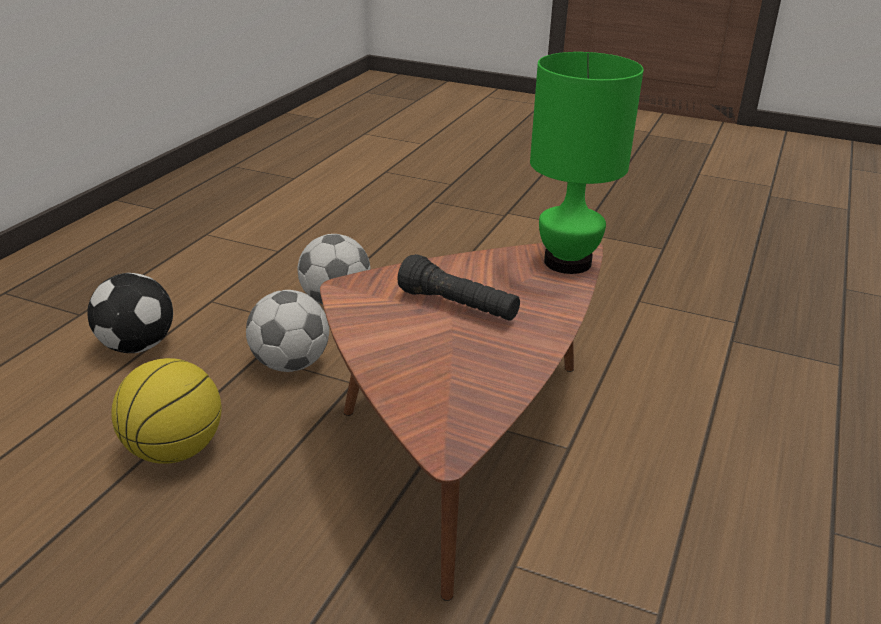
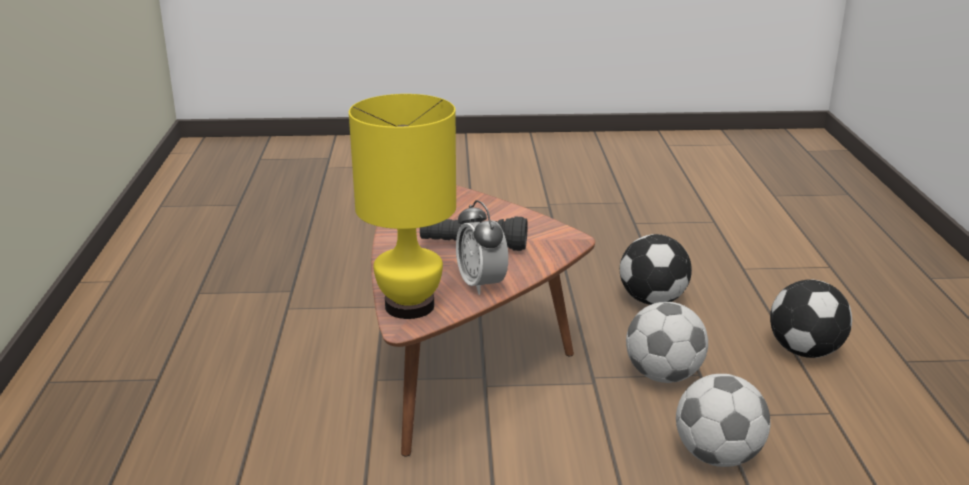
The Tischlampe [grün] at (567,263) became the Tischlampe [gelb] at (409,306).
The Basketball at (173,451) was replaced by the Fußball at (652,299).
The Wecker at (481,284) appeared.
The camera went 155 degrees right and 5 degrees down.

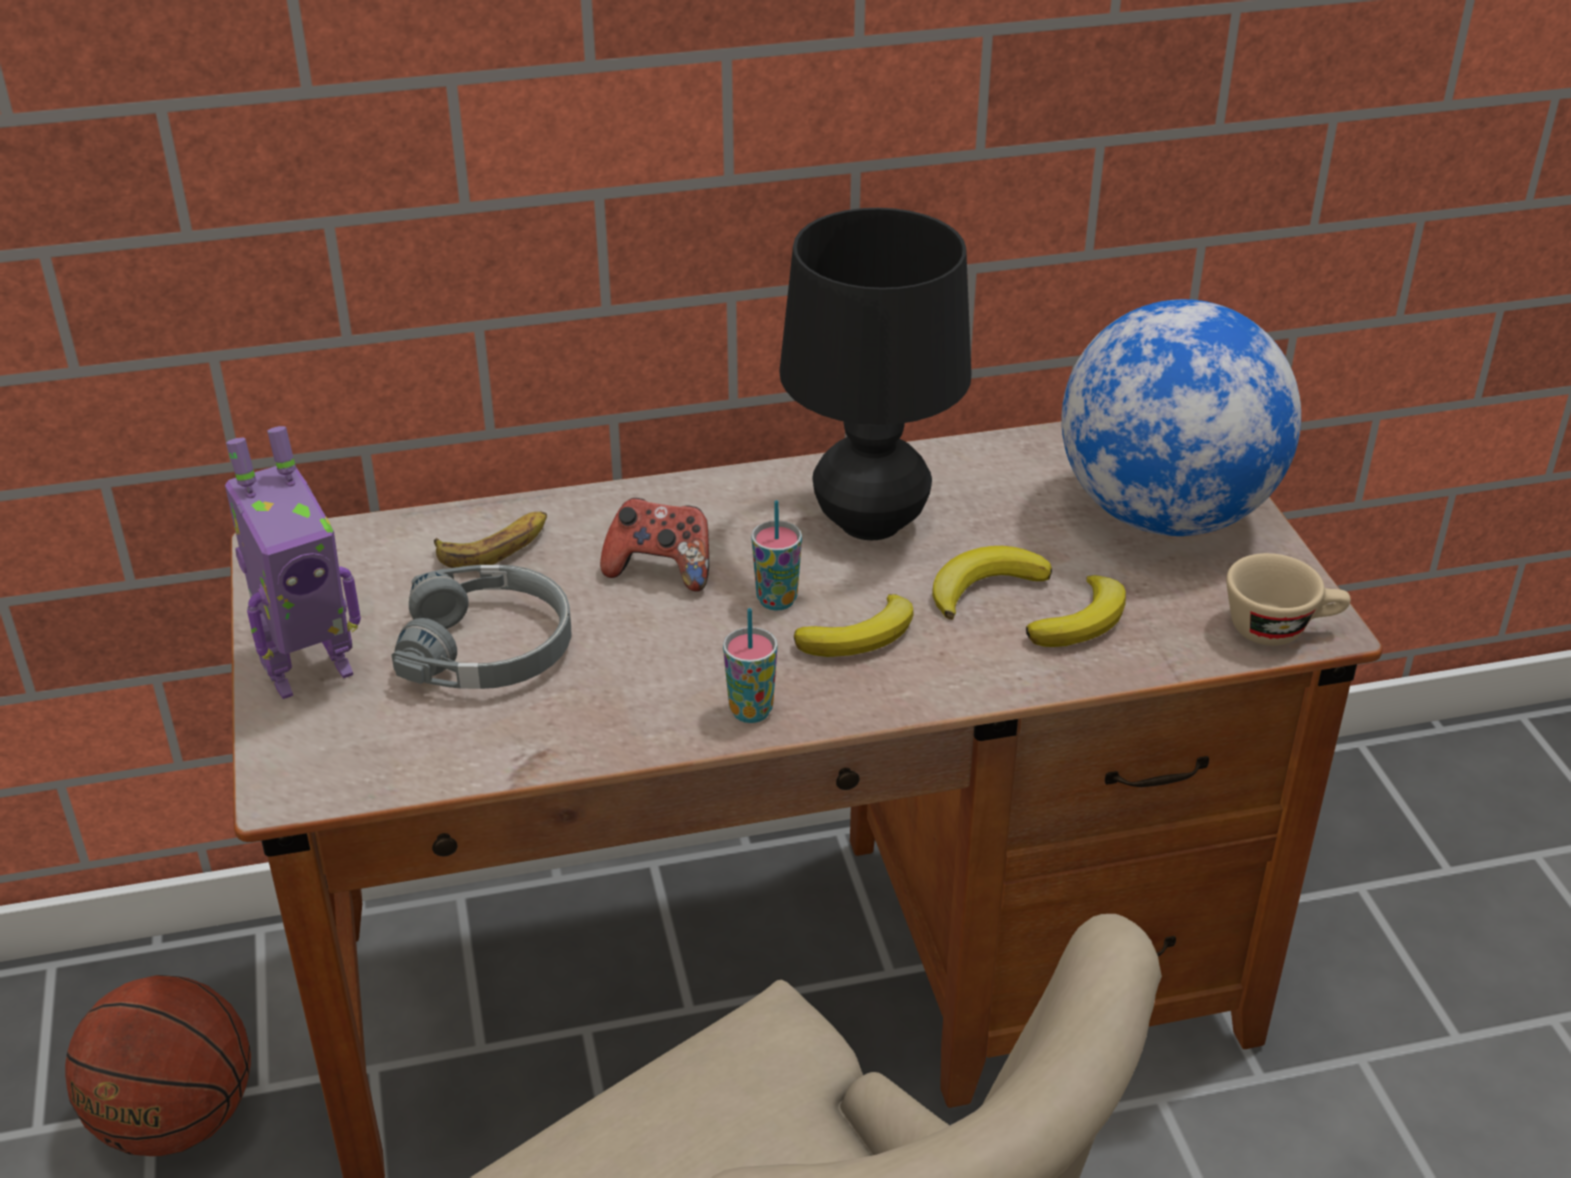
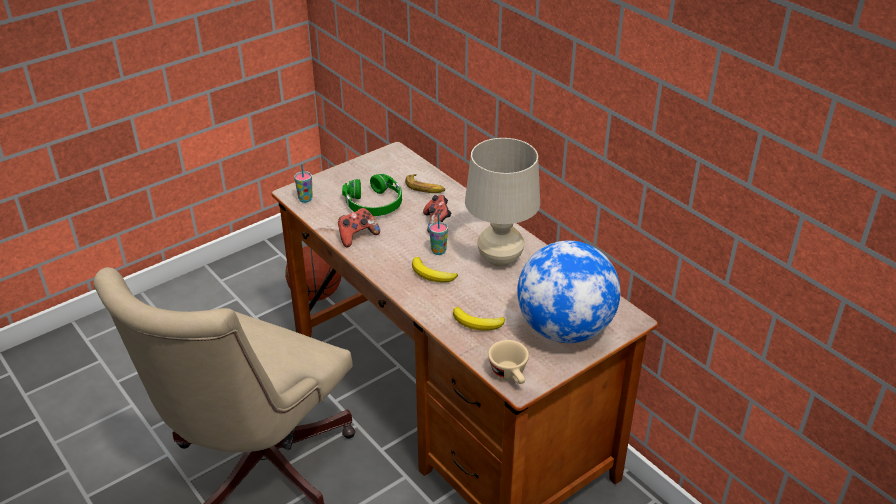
The Tischlampe [schwarz] at (870,522) became the Tischlampe [beige] at (500,258).
The Spielzeugroboter at (308,670) disappeared.
The Banane at (984,587) disappeared.
The Kopfhörer [grau] at (489,647) became the Kopfhörer [grün] at (374,204).
The Tasse moved from (751,711) to (305,199).
The Gamepad at (357,236) appeared.
The camera went 65 degrees right and 0 degrees up.

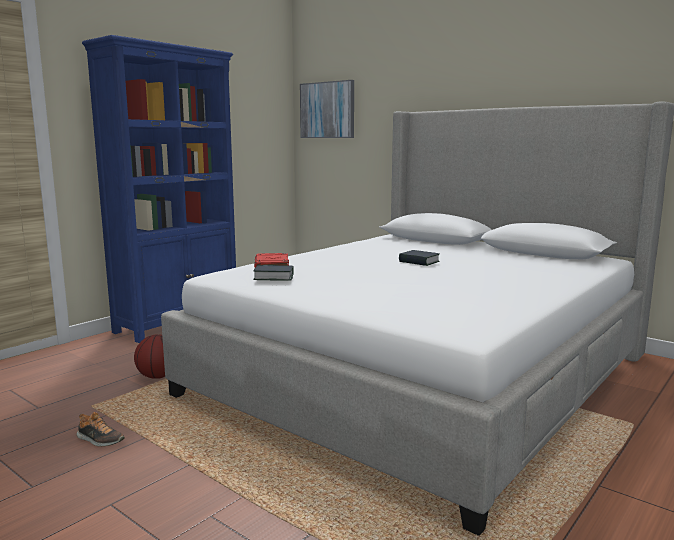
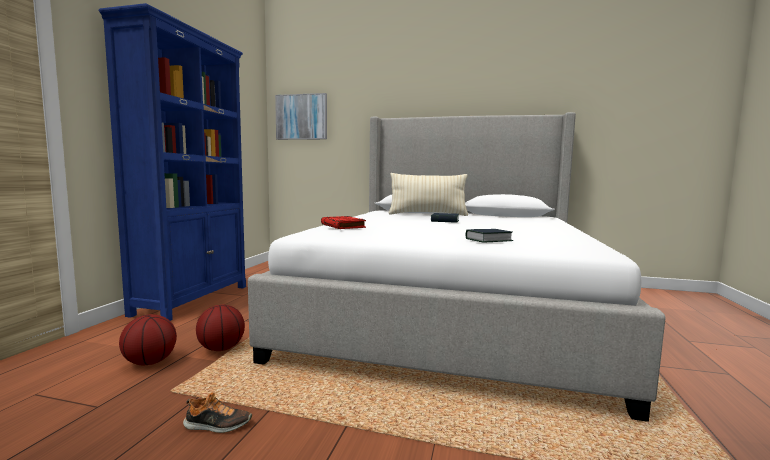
The Buch moved from (273,277) to (488,240).
The Kissen [beige] at (427,214) appeared.
The Basketball at (150,362) appeared.
The camera went 25 degrees left and 5 degrees down.

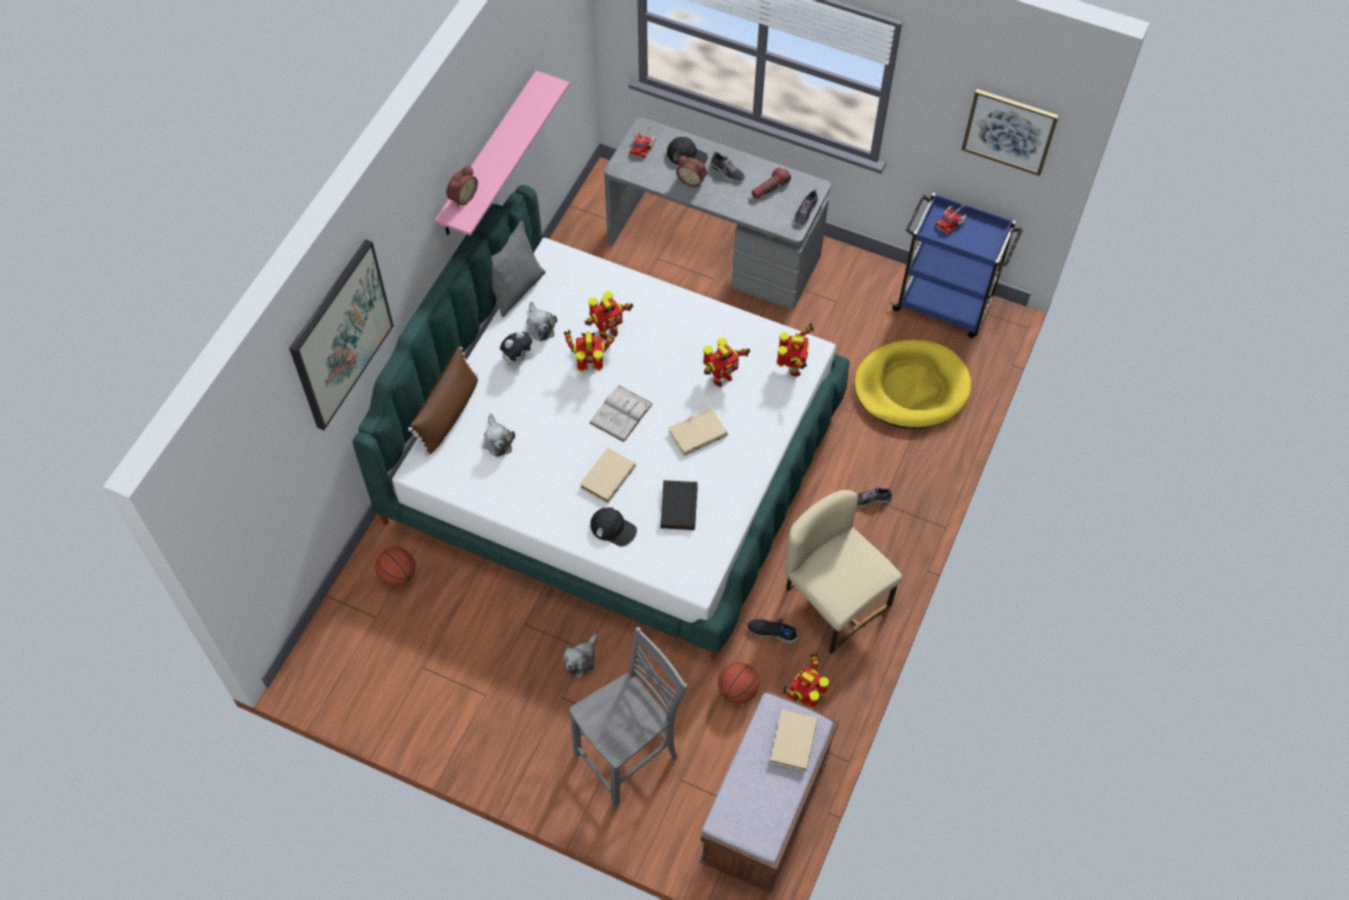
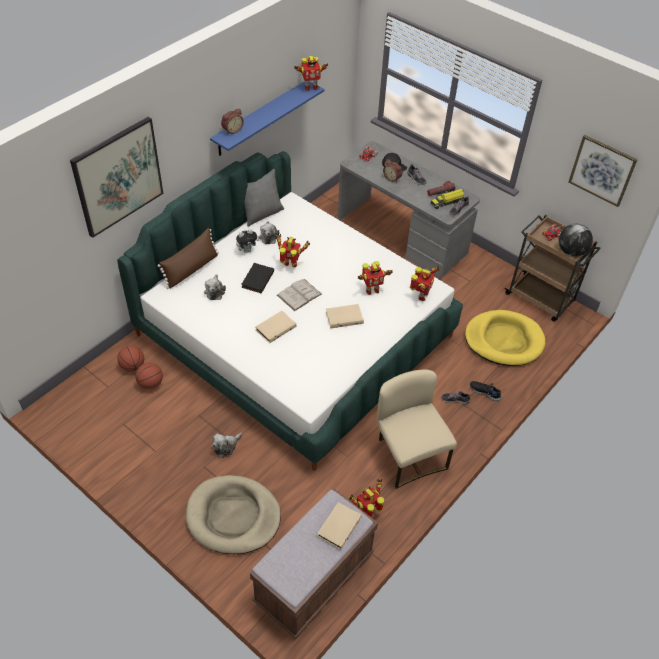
The Wandregal [rosa] at (488,156) became the Wandregal [blau] at (260,118).
The Rollwagen [blau] at (945,305) became the Rollwagen [braun] at (541,299).
The Spielzeugroboter moved from (607,332) to (310,88).
The Buch [schwarz] moved from (677,506) to (257,279).
The Kappe [schwarz] at (613,528) disappeared.
The Schuh [schwarz] moved from (772,632) to (485,392).
The Stuhl [grau] at (629,757) was replaced by the Hundebett [beige] at (233,516).
The Basketball moved from (737,690) to (150,384).
The Spielzeuglaster at (447,202) appeared.
The Globus at (571,252) appeared.
The camera went 15 degrees right and 10 degrees down.

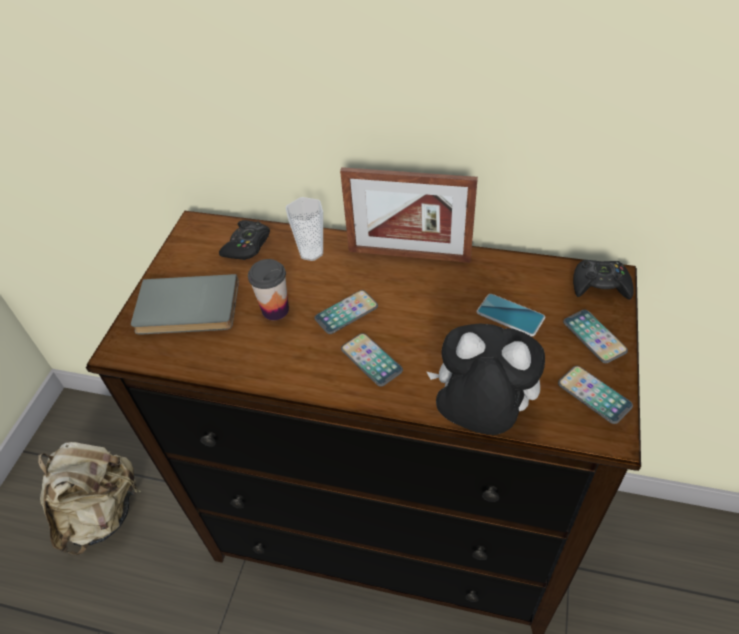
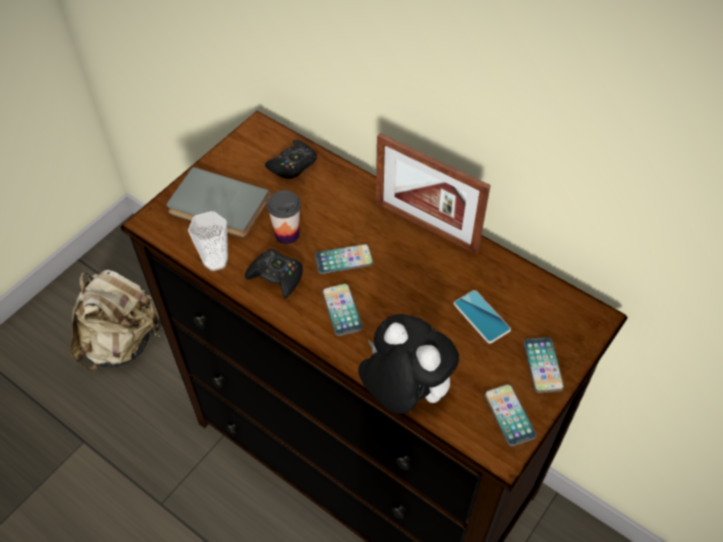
The Tasse moved from (311,252) to (216,261).
The Gamepad [schwarz] moved from (600,285) to (276,276).
The camera went 20 degrees right and 5 degrees up.

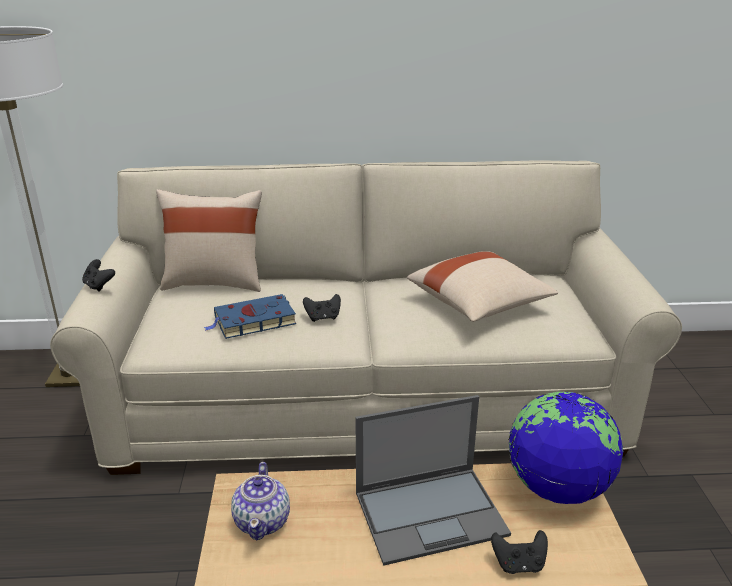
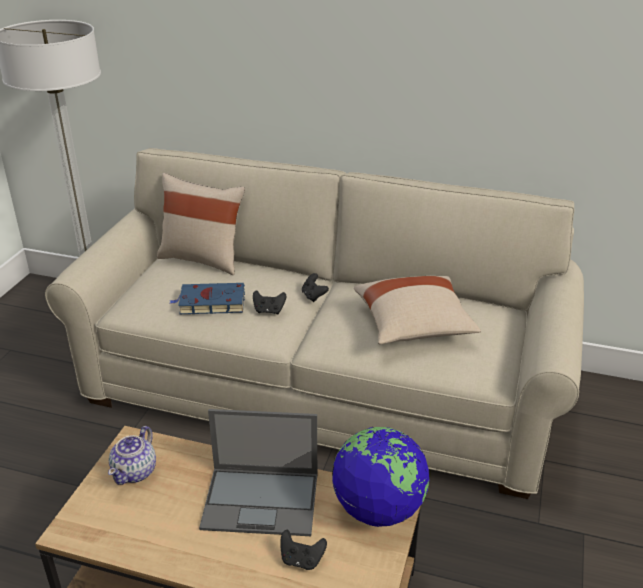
The Gamepad [schwarz] moved from (99,286) to (313,296).
The camera went 20 degrees right and 5 degrees up.

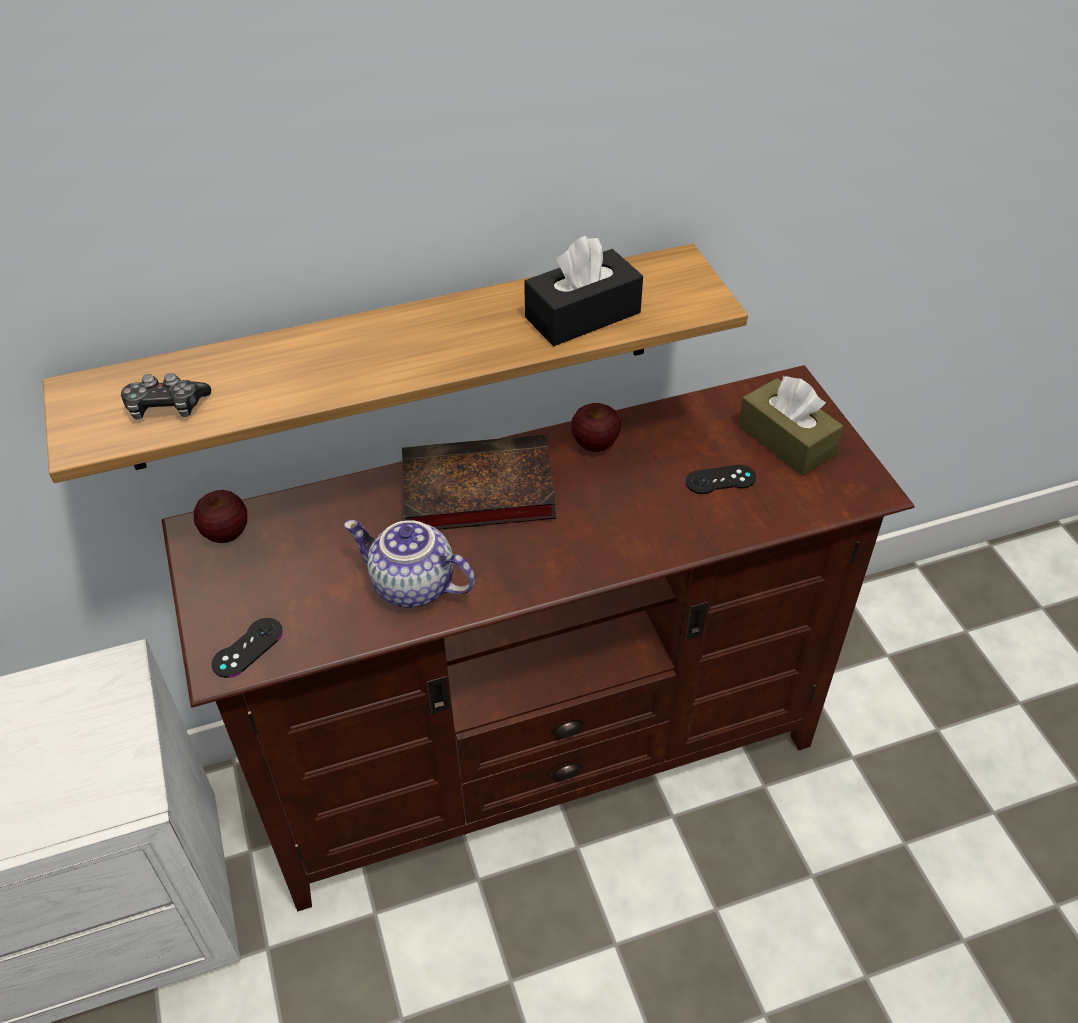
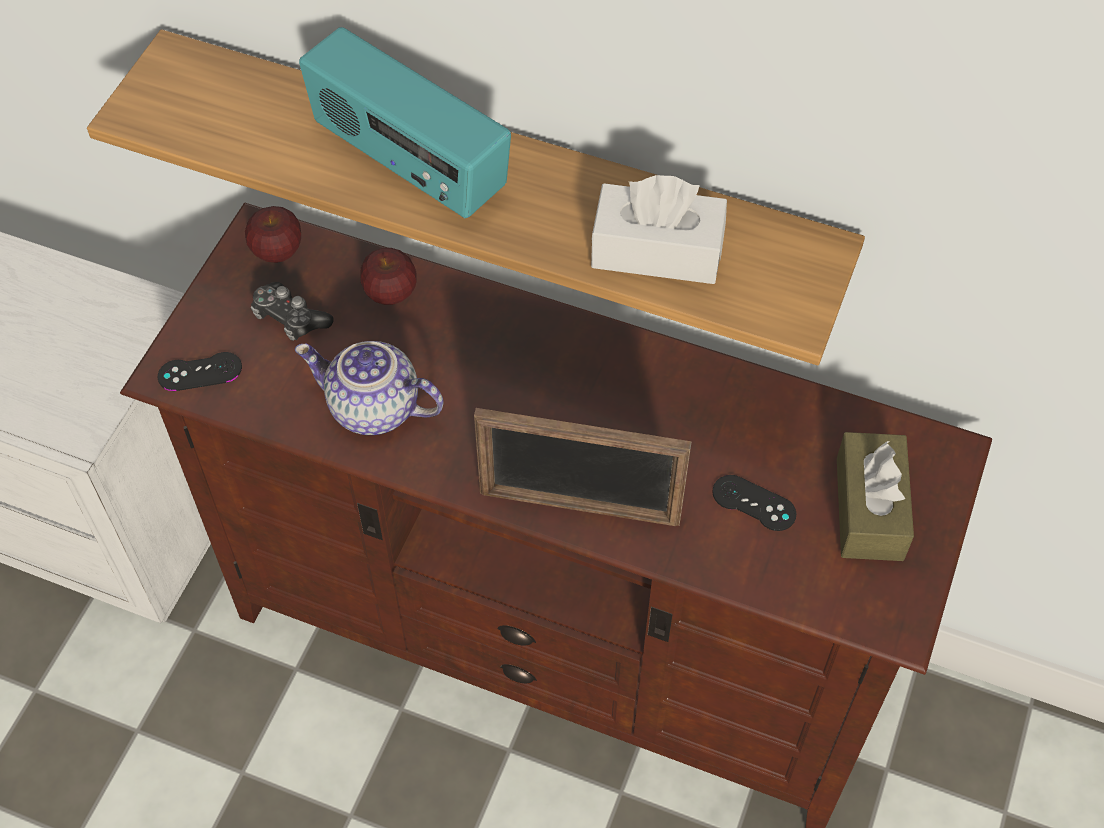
The Taschentuchbox [schwarz] at (582,315) became the Taschentuchbox [weiß] at (657,251).
The Gamepad moved from (166,407) to (290,318).
The Apfel moved from (595,444) to (390,293).
The Buch at (474,492) disappeared.
The Teekanne at (411,586) turned 45 degrees counterclockwise.
The Radio at (408,164) appeared.
The Bilderrahmen at (579,507) appeared.
The camera went 40 degrees right and 10 degrees up.

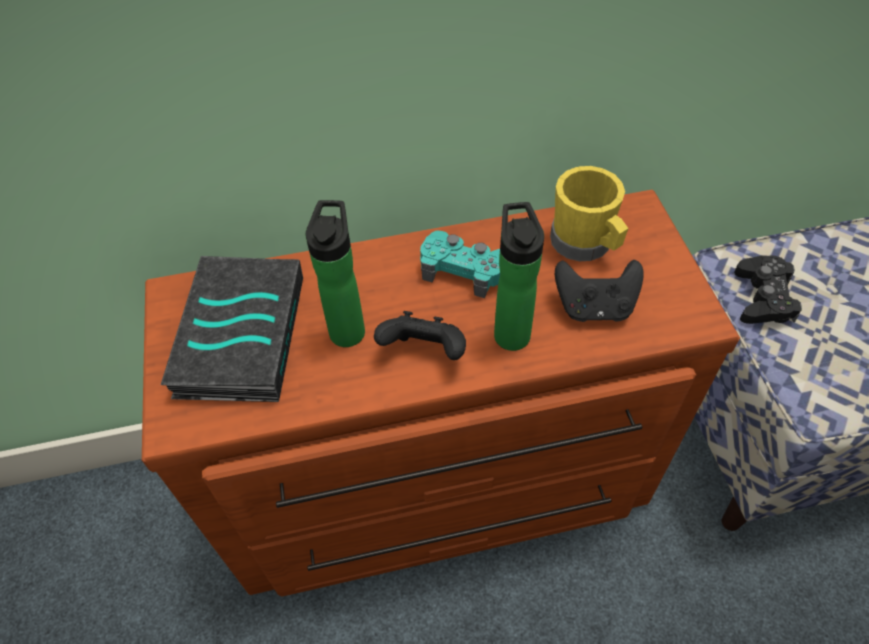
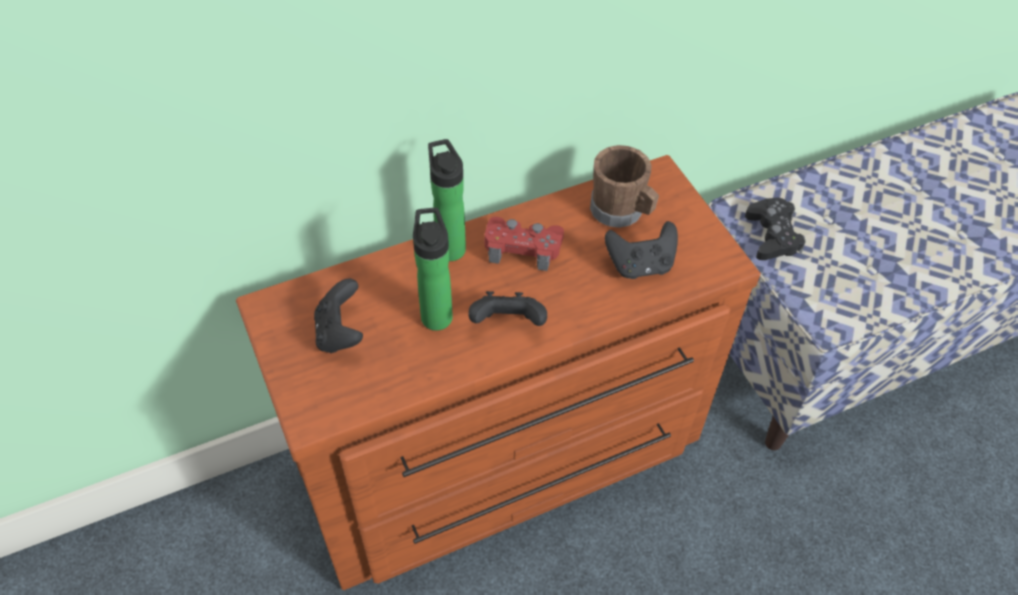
The Henkelbecher [gelb] at (585,244) became the Henkelbecher [braun] at (621,212).
The Flasche moved from (511,331) to (449,246).
The Gamepad [türkis] at (464,269) became the Gamepad [rot] at (523,247).
The Buch at (238,333) was replaced by the Gamepad [schwarz] at (340,333).
The camera went 15 degrees left and 0 degrees up.

